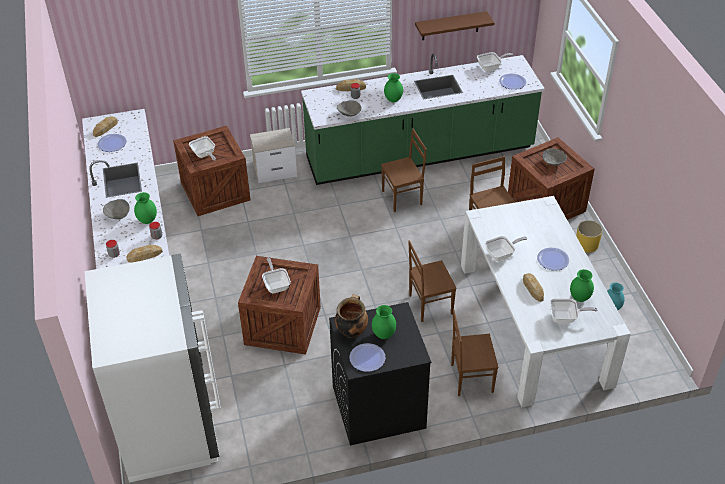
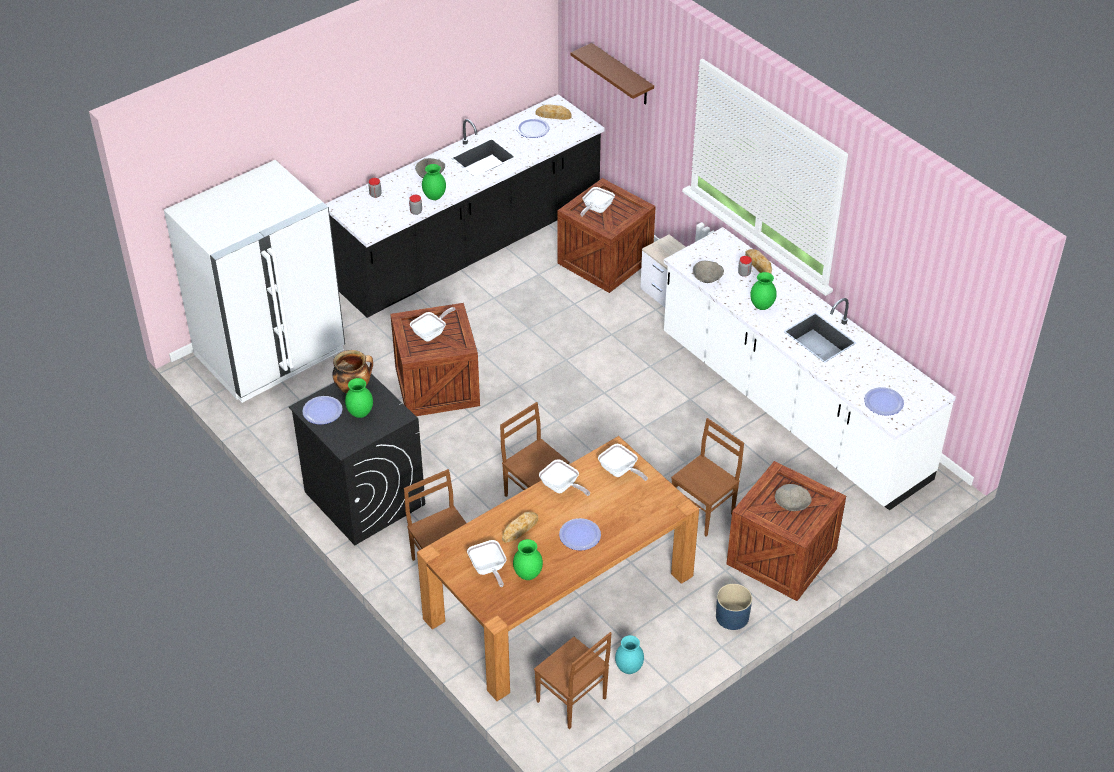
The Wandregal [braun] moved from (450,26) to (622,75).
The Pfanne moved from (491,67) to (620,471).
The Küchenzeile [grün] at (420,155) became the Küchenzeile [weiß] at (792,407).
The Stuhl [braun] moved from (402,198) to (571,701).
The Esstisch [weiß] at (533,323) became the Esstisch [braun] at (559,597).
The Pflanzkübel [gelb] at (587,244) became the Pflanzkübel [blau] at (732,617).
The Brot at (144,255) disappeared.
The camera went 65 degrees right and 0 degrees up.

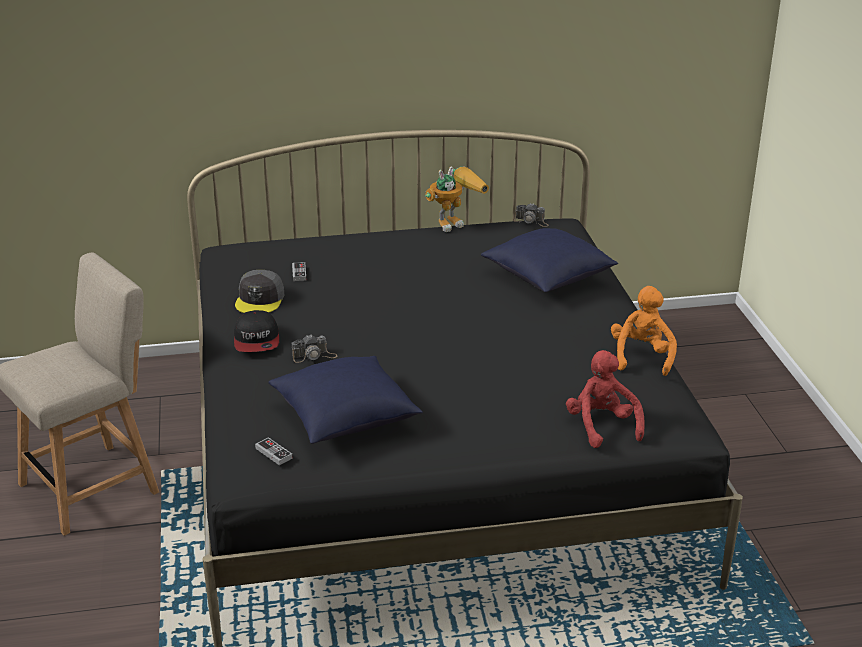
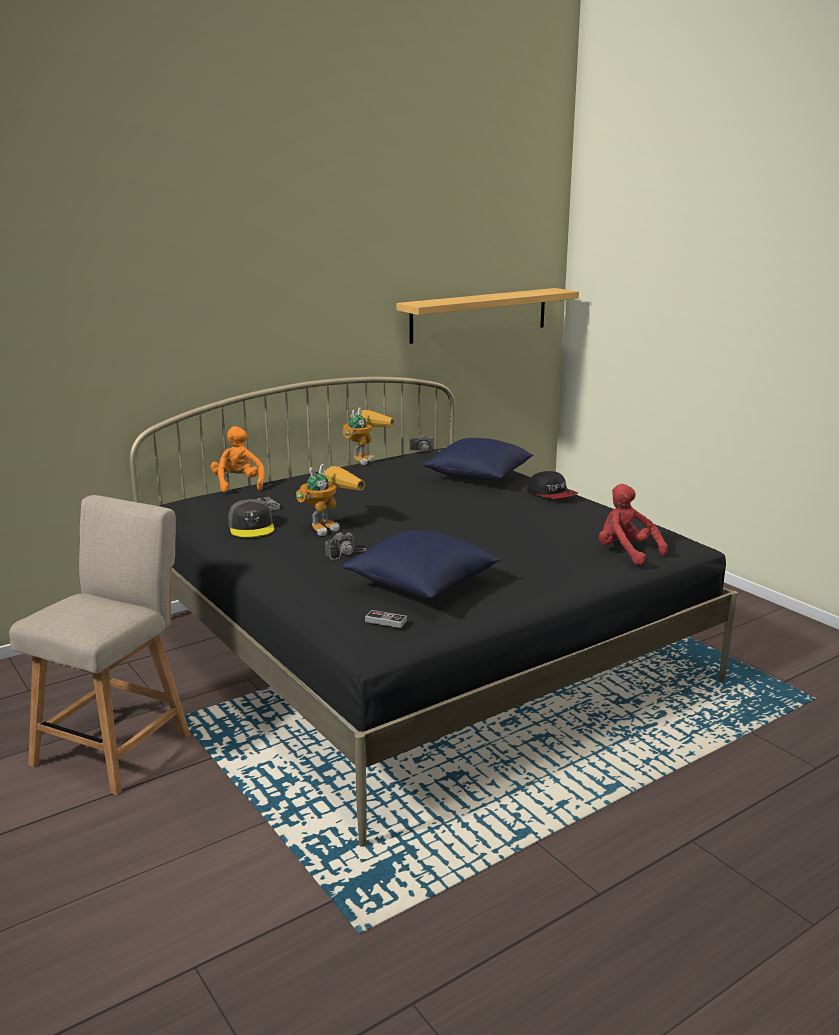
The Plüschtier [orange] moved from (641,356) to (238,484).
The Kappe moved from (257,340) to (551,494).
The Wandregal at (479,315) appeared.
The Spielzeugroboter at (329,526) appeared.
The camera went 25 degrees left and 10 degrees down.

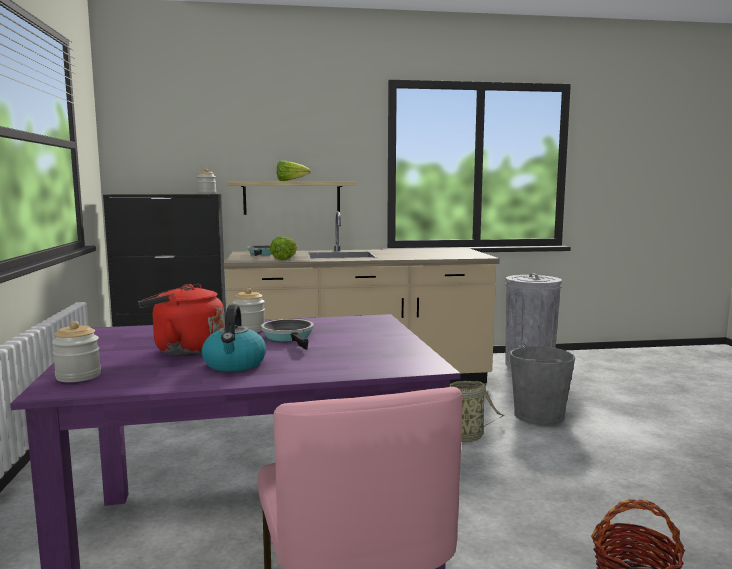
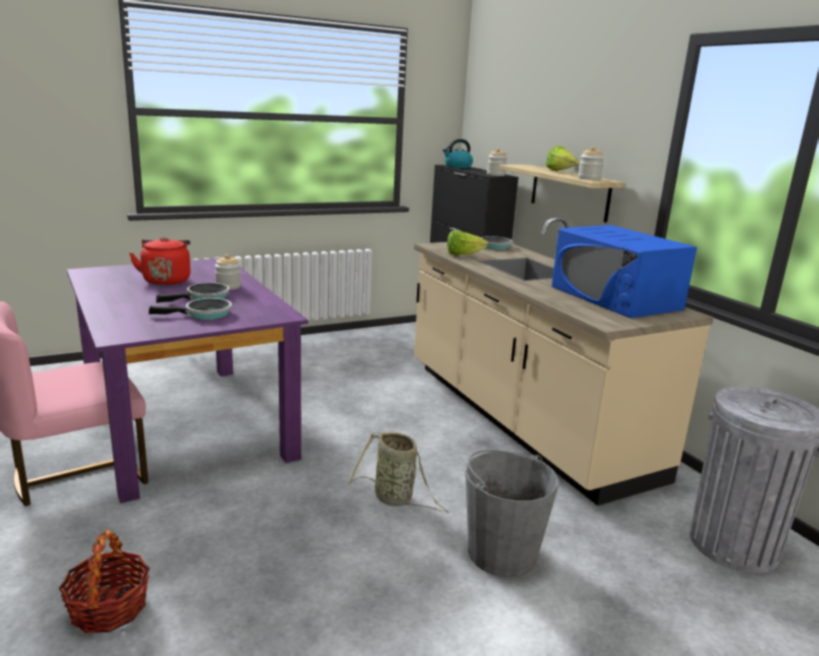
The Wasserkessel moved from (235,364) to (457,166).
The Vorratsglas moved from (78,376) to (589,178).
The Mikrowelle [blau] at (615,298) appeared.
The Pfanne at (204,314) appeared.
The camera went 70 degrees right and 10 degrees up.

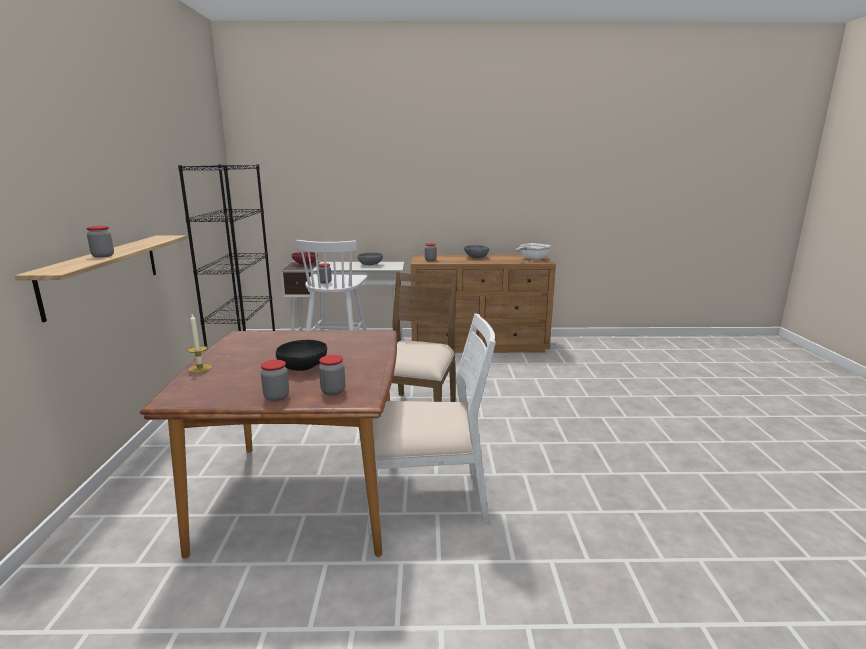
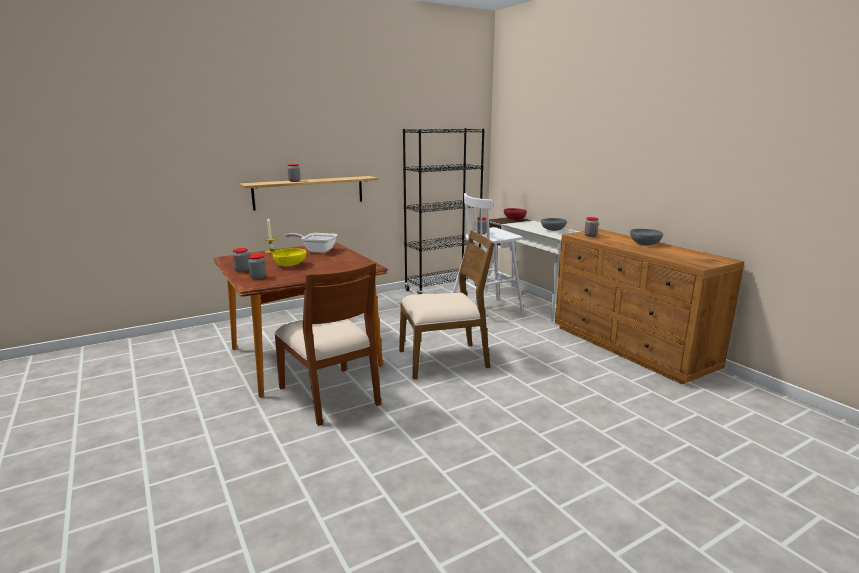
The Pfanne moved from (532,258) to (316,250).
The Stuhl [weiß] at (427,498) became the Stuhl [braun] at (331,395).
The Schüssel [schwarz] at (303,367) became the Schüssel [gelb] at (290,265).
The camera went 60 degrees right and 0 degrees up.

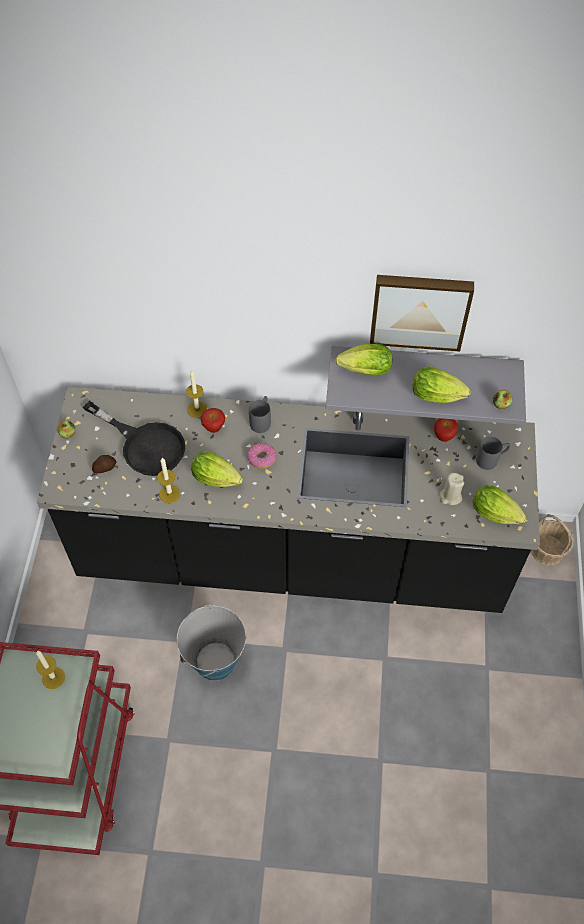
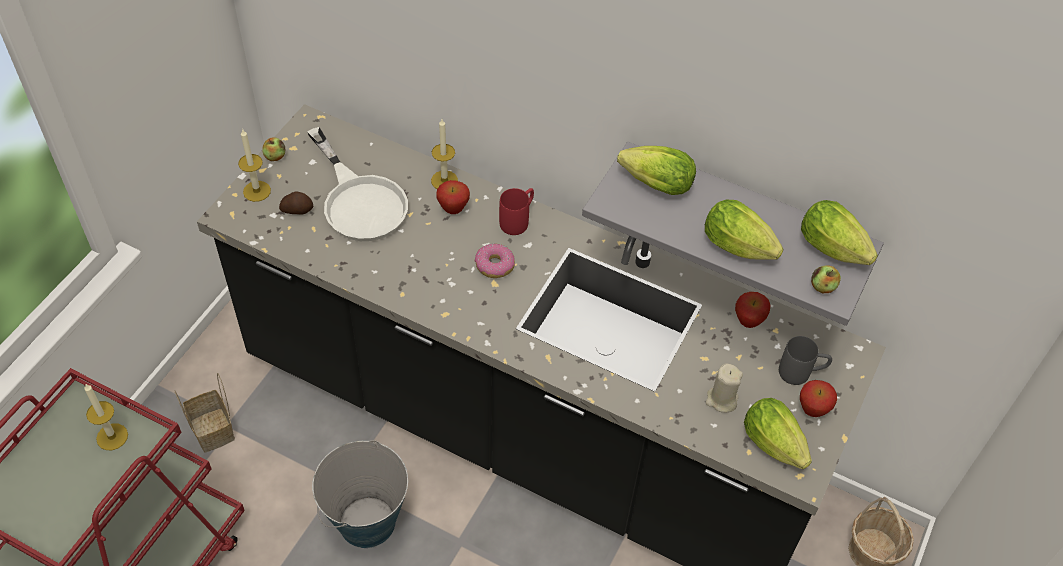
The Bild at (420,309) disappeared.
The Henkelbecher [grau] at (261,420) became the Henkelbecher [rot] at (518,220).
The Pfanne [schwarz] at (145,445) became the Pfanne [weiß] at (359,200).
The Salatkopf moved from (218,479) to (836,251).
The Kerze moved from (169,494) to (257,191).
The Korb at (214,431) appeared.
The Apfel at (812,410) appeared.
The camera went 20 degrees right and 5 degrees down.

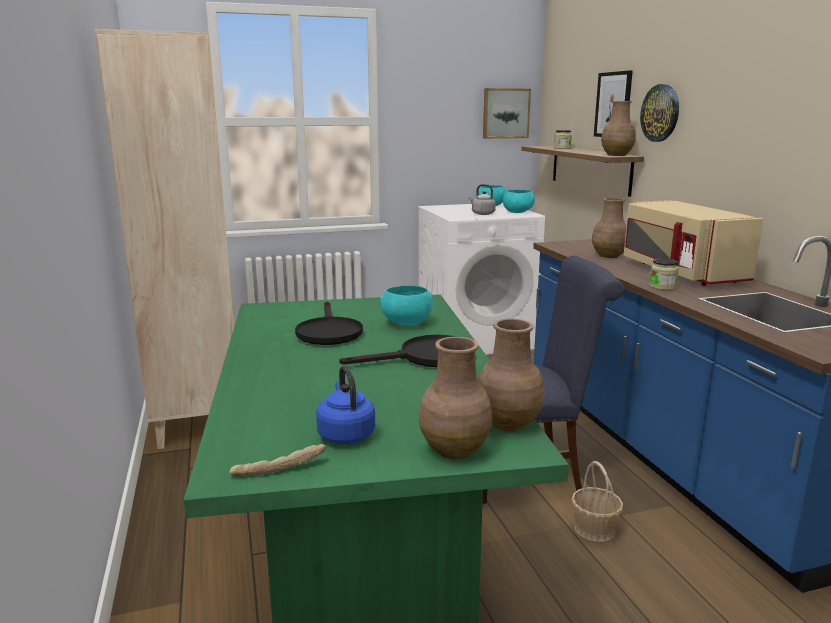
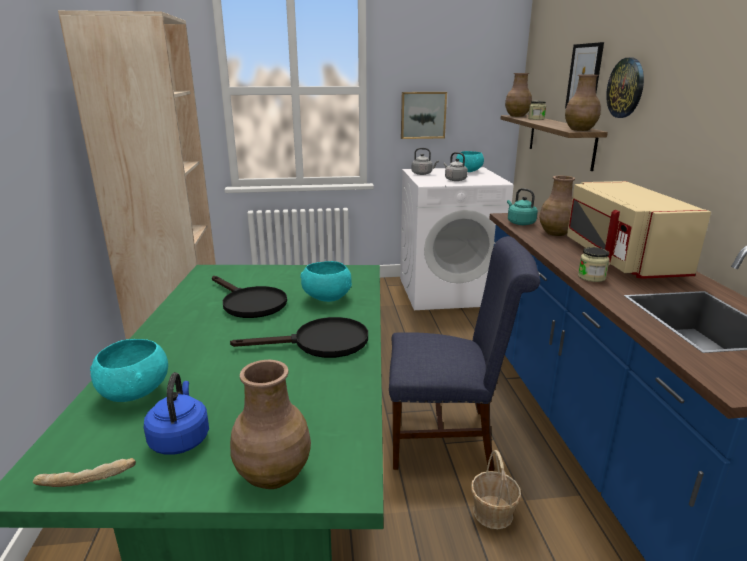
The Bild moved from (505,113) to (423,115).
The Schüssel [türkis] moved from (518,212) to (136,393).
The Pfanne [schwarz] at (328,332) turned 45 degrees counterclockwise.
The Vase [braun] moved from (509,423) to (517,116).
The Wasserkessel [grau] at (423,174) appeared.
The Wasserkessel [türkis] at (520,223) appeared.
The camera went 10 degrees right and 5 degrees up.

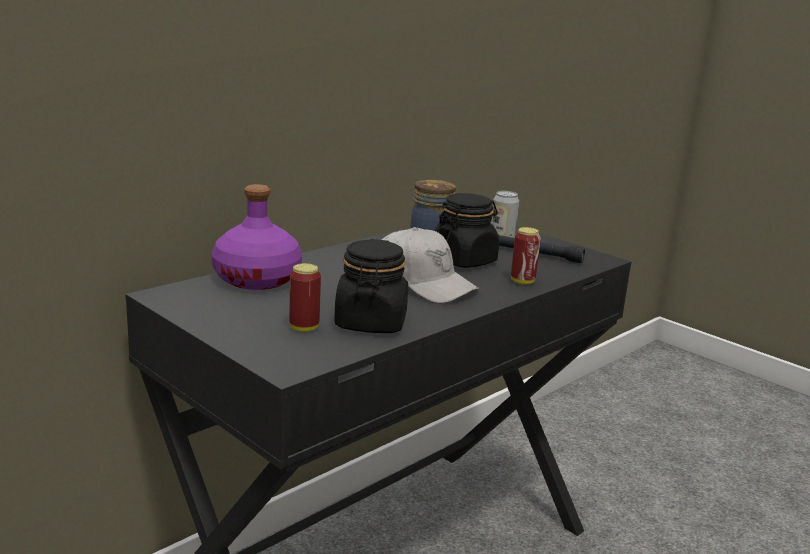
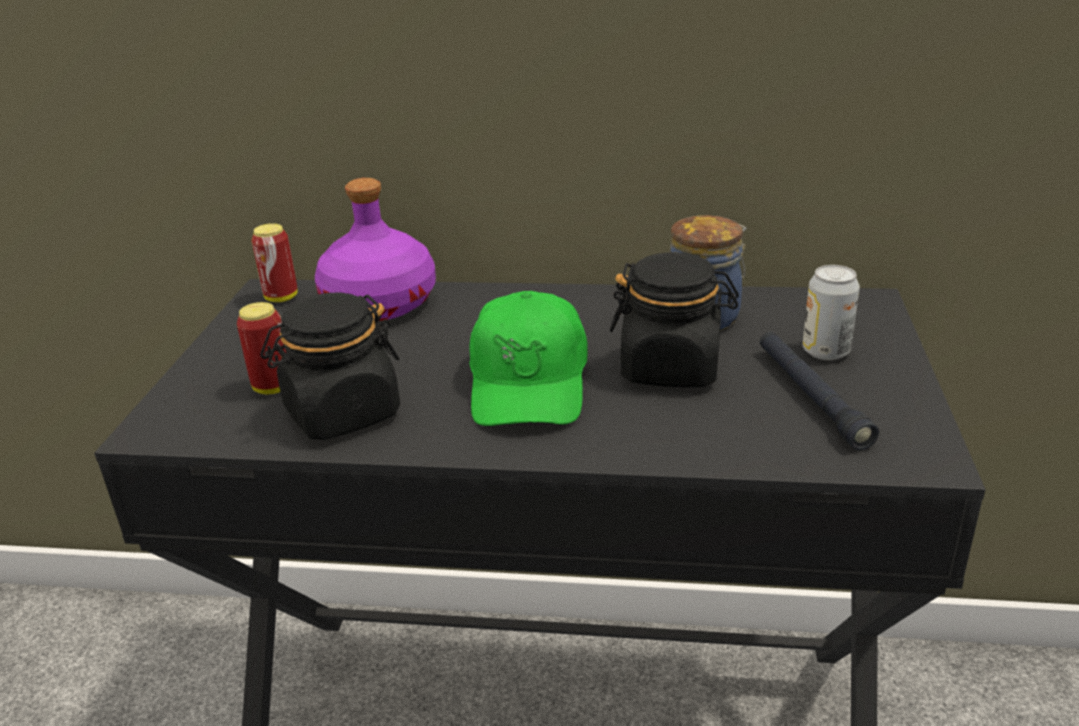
The Kappe [weiß] at (423,283) became the Kappe [grün] at (529,382).
The Dose moved from (522,282) to (281,297).
The camera went 55 degrees right and 10 degrees up.

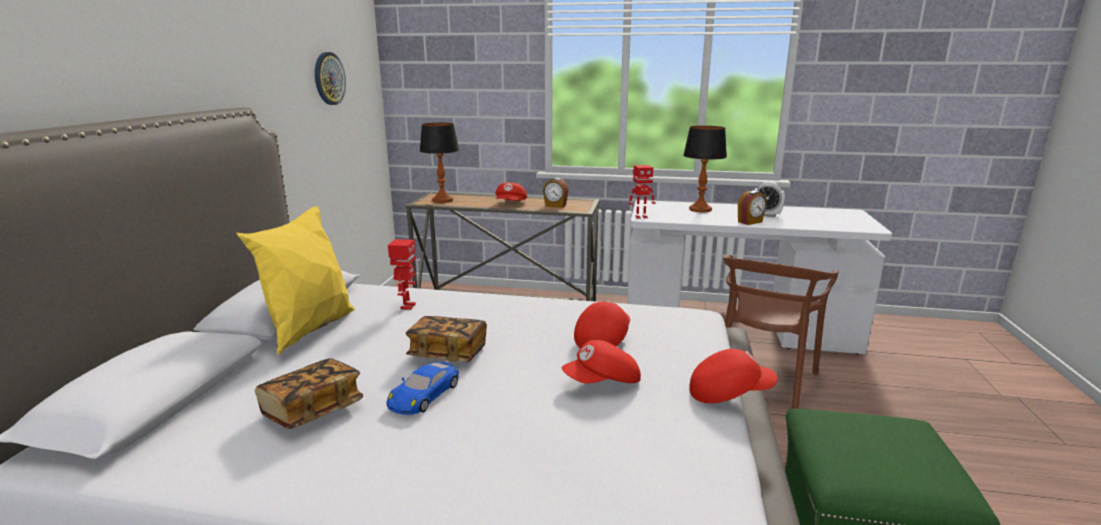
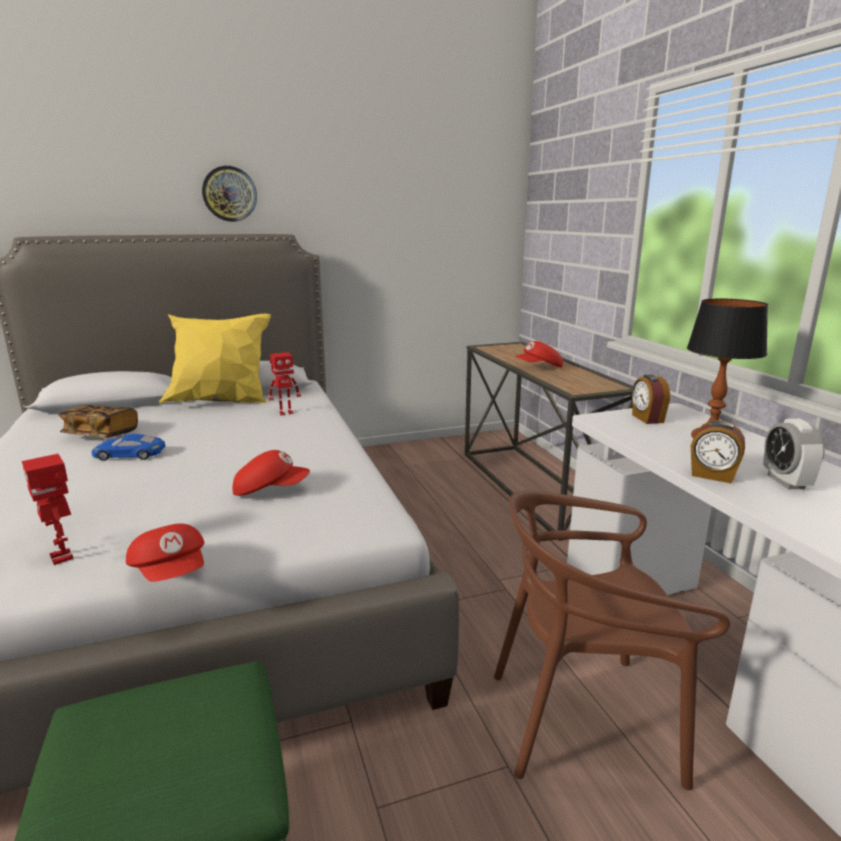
The Wanduhr moved from (329,78) to (229,194).
The Tischlampe at (442,200) disappeared.
The Spielzeugroboter moved from (640,217) to (63,557).
The Wecker moved from (555,206) to (647,418).
The Buch at (448,354) disappeared.
The Kappe [rot] at (602,382) disappeared.
The camera went 60 degrees right and 0 degrees up.

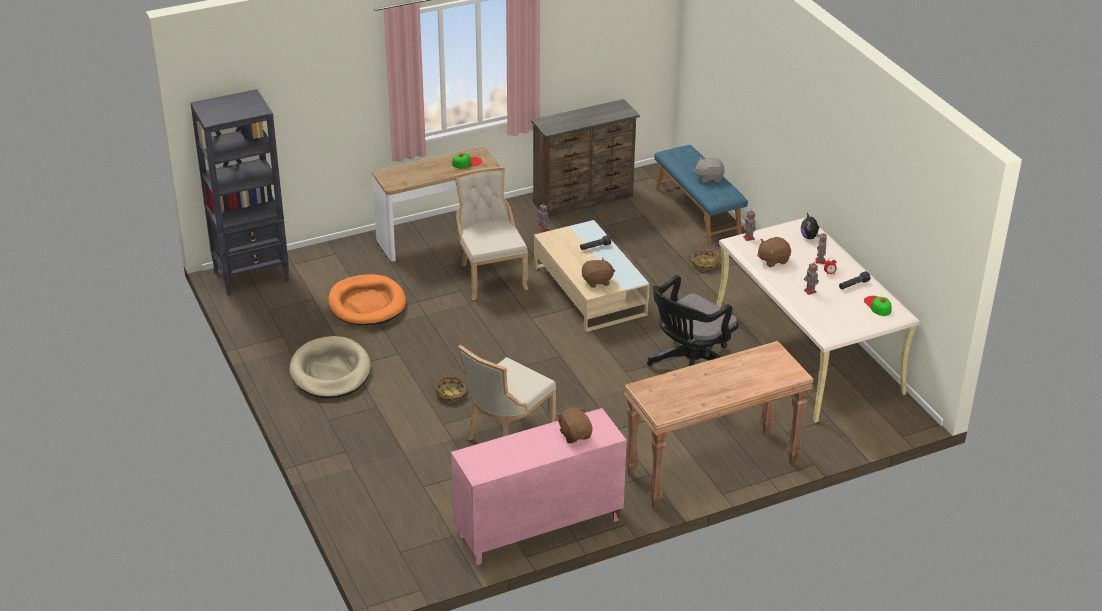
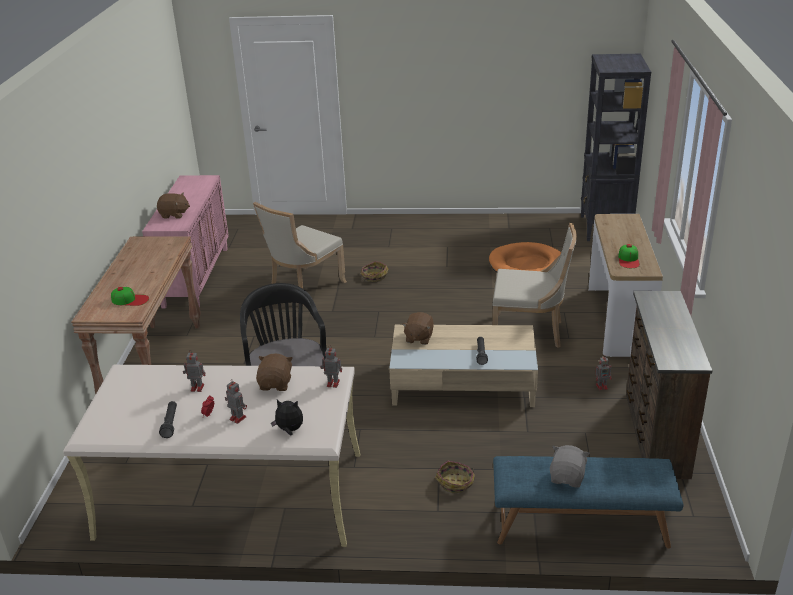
The Kappe moved from (877,306) to (130,300).
The Hundebett [beige] at (330,372) disappeared.
The Stuhl [beige] at (506,433) turned 120 degrees counterclockwise.
The camera went 120 degrees right and 5 degrees down.

